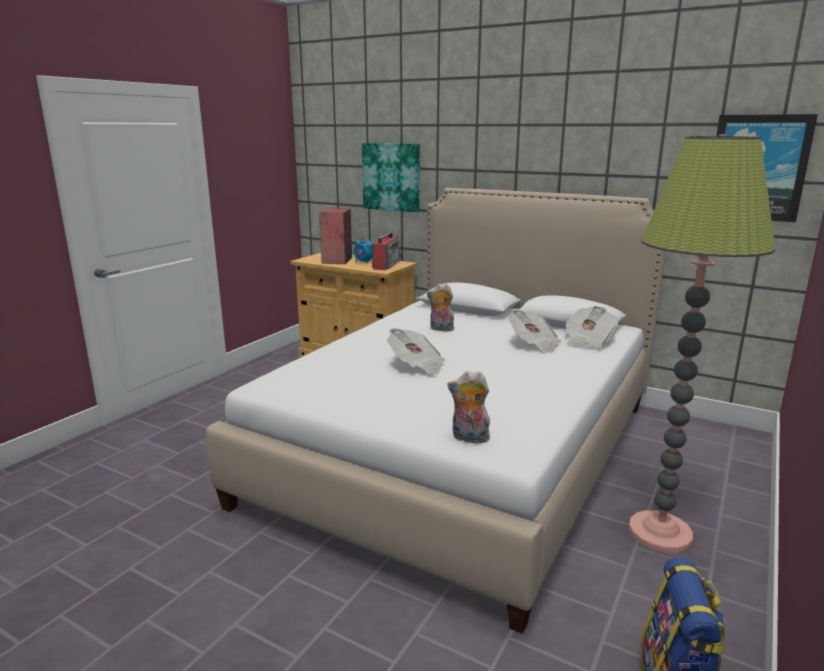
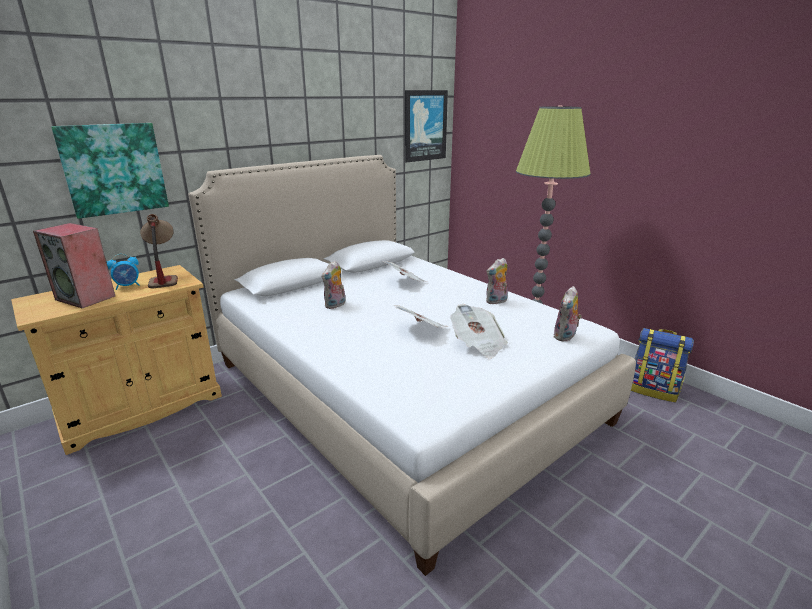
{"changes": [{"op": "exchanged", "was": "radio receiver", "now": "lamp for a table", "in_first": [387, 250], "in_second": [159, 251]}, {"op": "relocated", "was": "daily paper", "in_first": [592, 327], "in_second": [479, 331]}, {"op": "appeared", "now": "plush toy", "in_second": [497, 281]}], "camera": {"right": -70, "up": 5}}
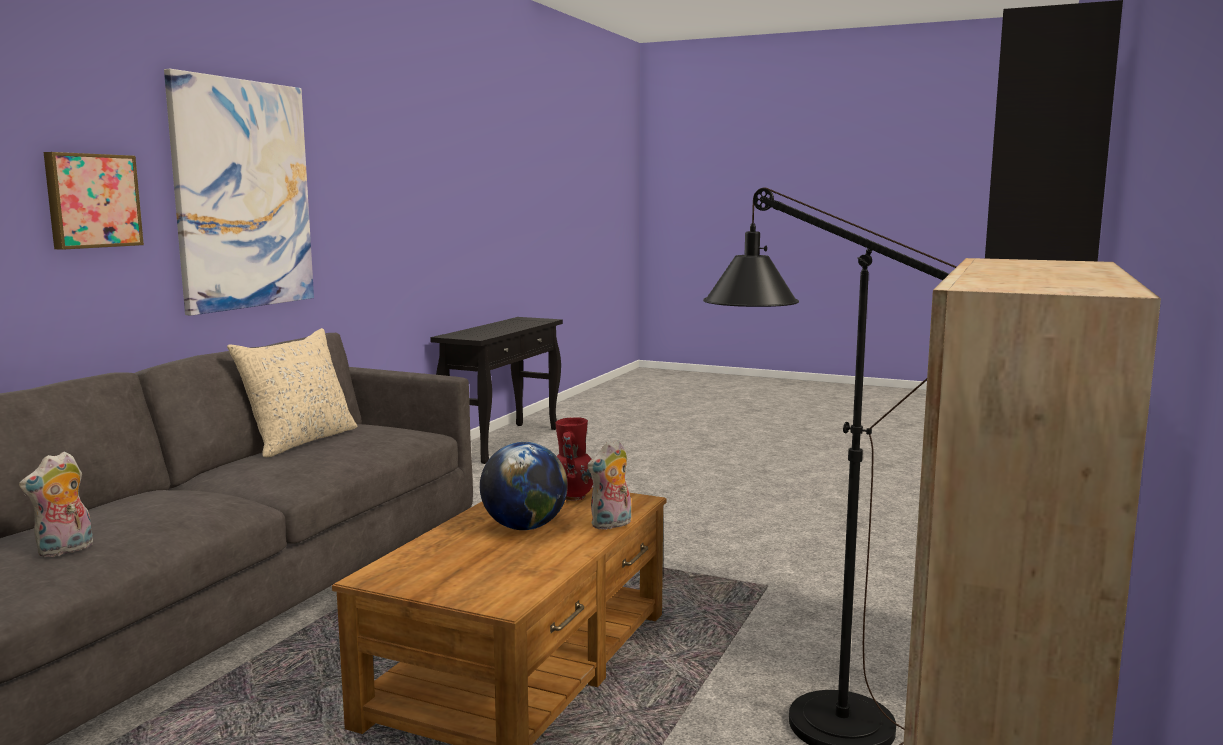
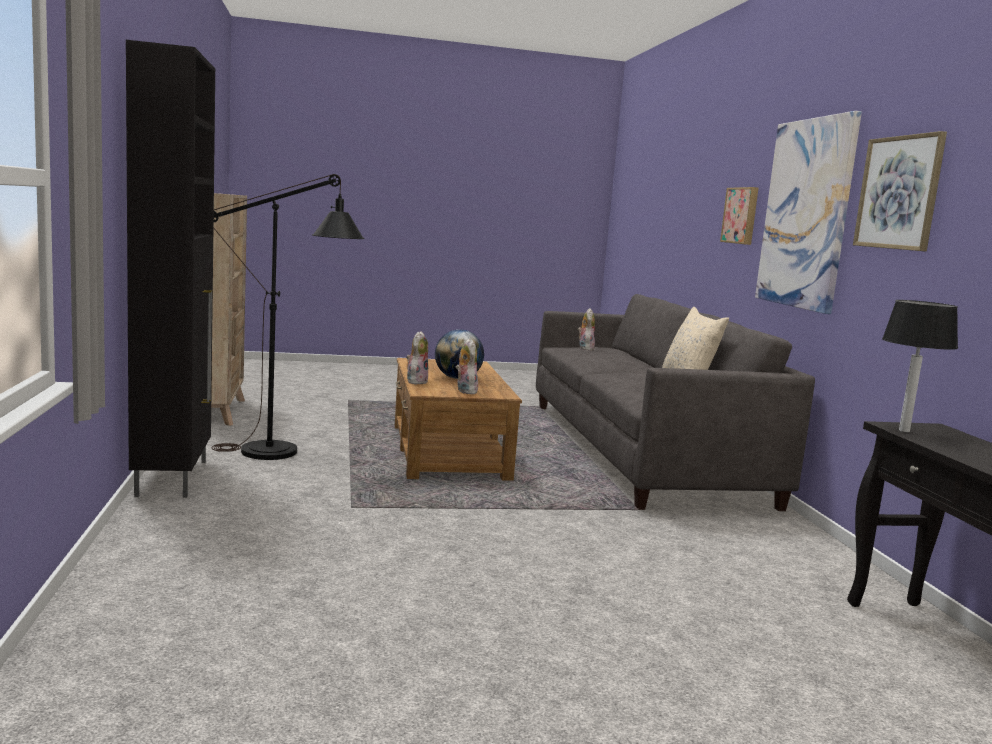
{"changes": [{"op": "exchanged", "was": "red vase", "now": "plush toy", "in_first": [574, 459], "in_second": [467, 366]}, {"op": "appeared", "now": "wall art", "in_second": [900, 191]}, {"op": "appeared", "now": "lamp for a table", "in_second": [920, 366]}], "camera": {"right": 145, "up": 0}}
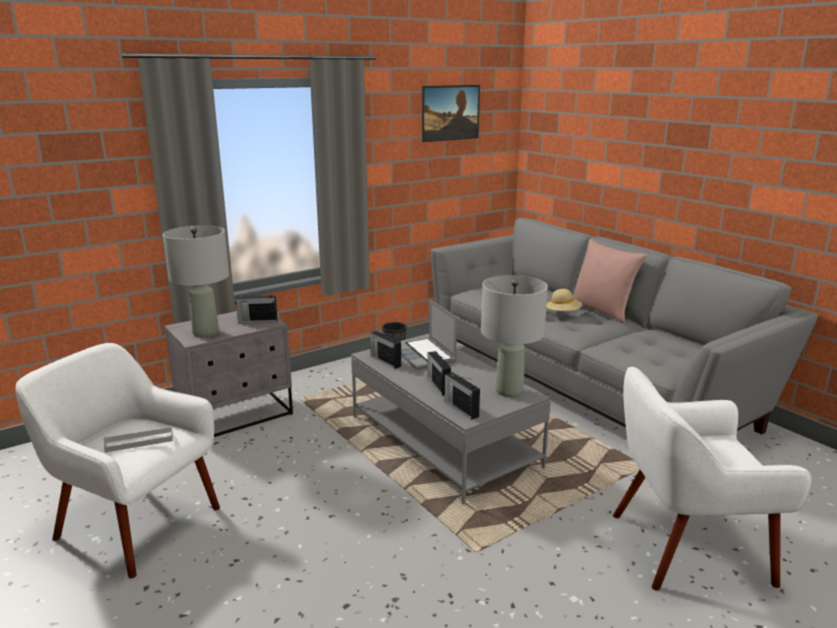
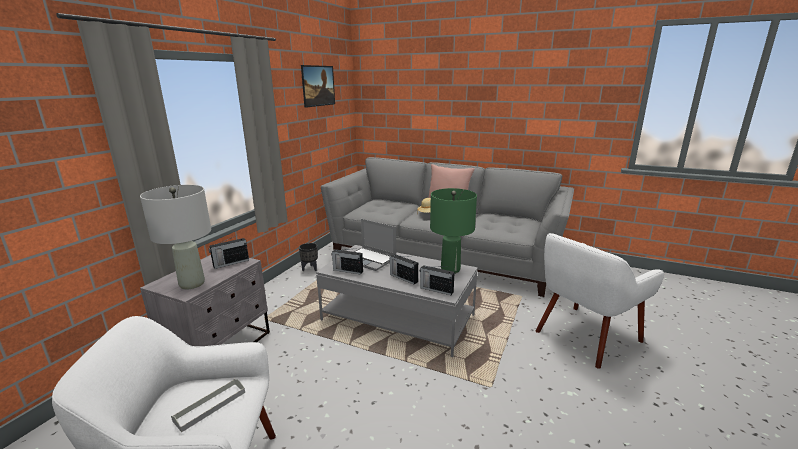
{"changes": [{"op": "colour", "was": "grey lamp for a table", "now": "greenish lamp for a table", "in_first": [514, 336], "in_second": [453, 231]}], "camera": {"right": -30, "up": 0}}
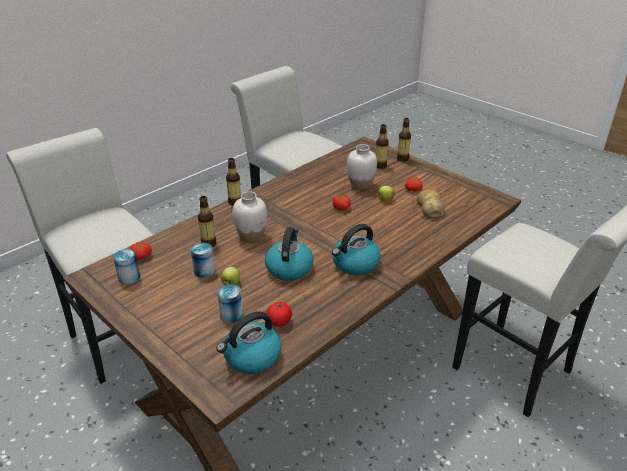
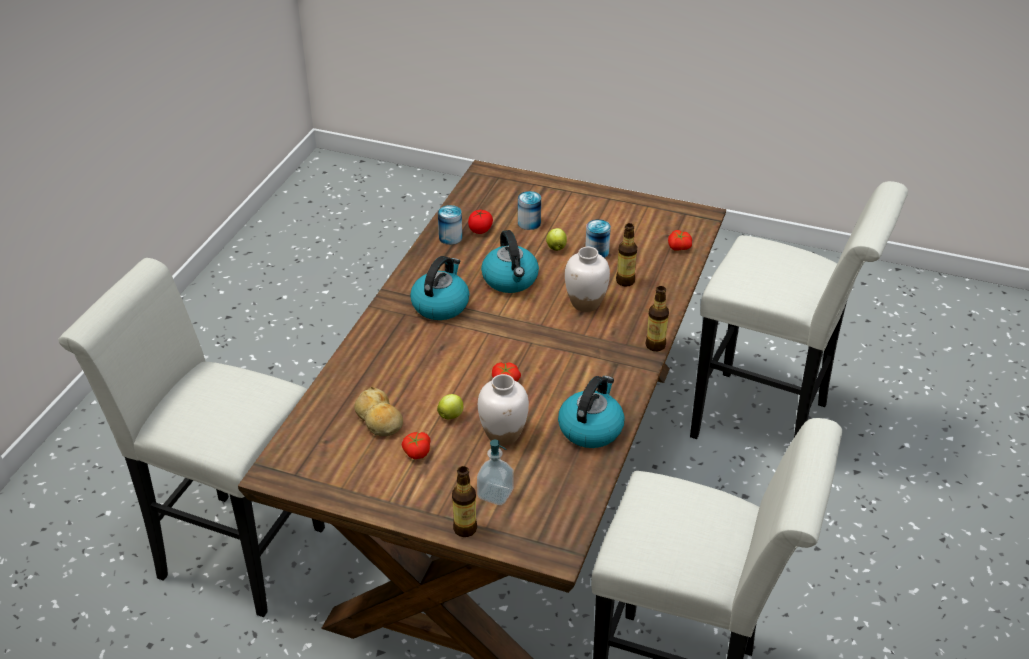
{"changes": [{"op": "exchanged", "was": "drink bottle", "now": "soap bottle", "in_first": [382, 146], "in_second": [495, 472]}, {"op": "relocated", "was": "can", "in_first": [126, 266], "in_second": [450, 225]}, {"op": "relocated", "was": "tea kettle", "in_first": [248, 342], "in_second": [591, 412]}], "camera": {"right": 155, "up": 5}}
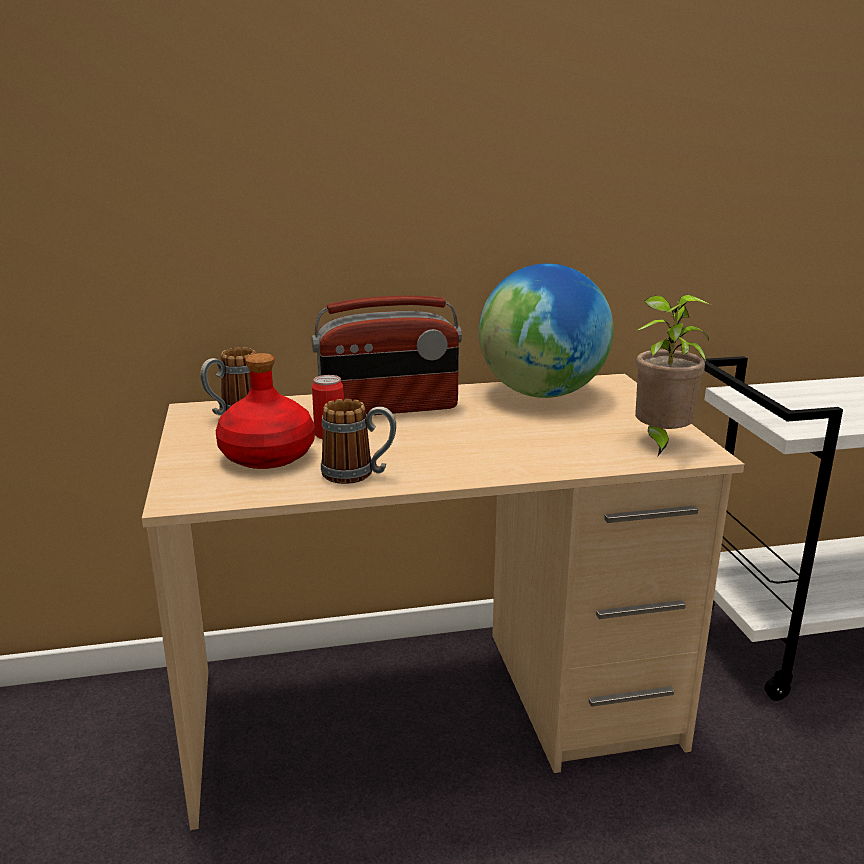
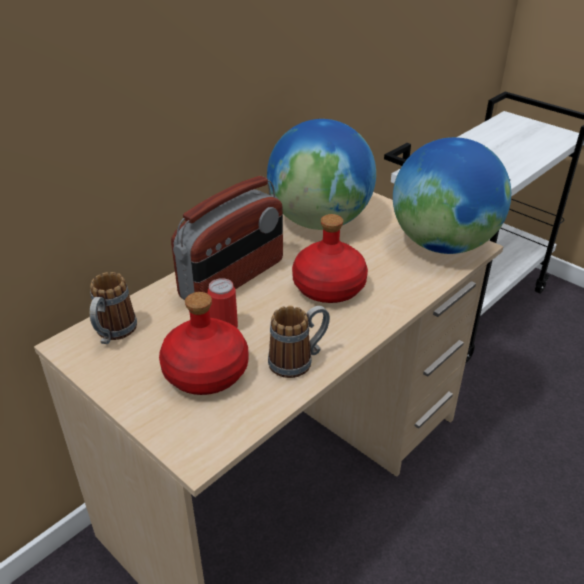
{"changes": [{"op": "exchanged", "was": "houseplant", "now": "desk globe", "in_first": [672, 375], "in_second": [452, 195]}, {"op": "appeared", "now": "red drink bottle", "in_second": [330, 258]}], "camera": {"right": -35, "up": 15}}
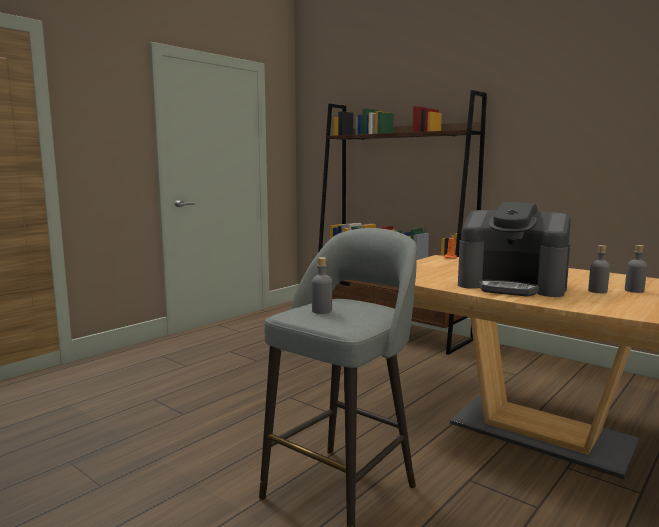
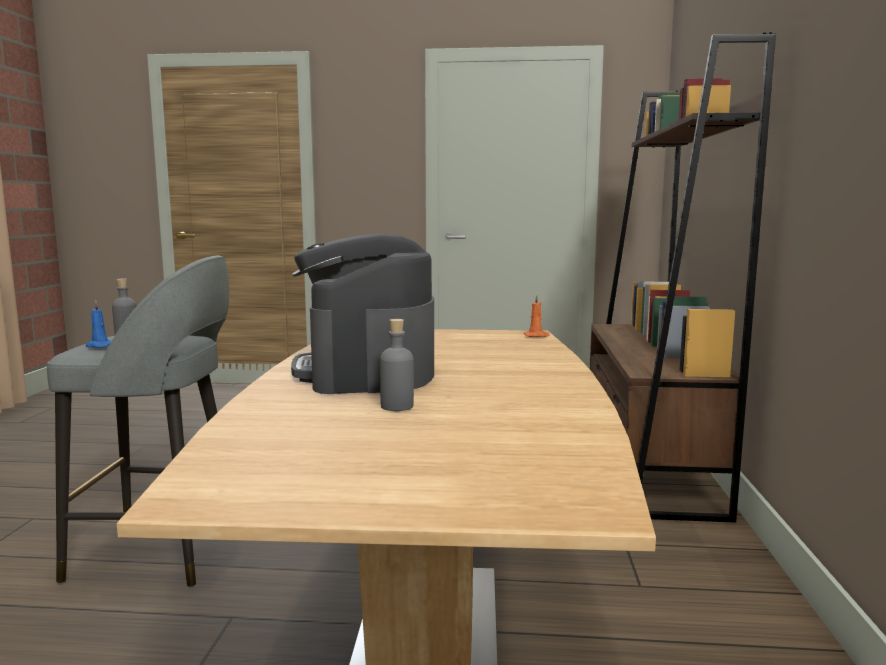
{"changes": [{"op": "missing", "was": "grey drink bottle", "in_first": [636, 269]}, {"op": "appeared", "now": "bluish candle", "in_second": [99, 323]}], "camera": {"right": 55, "up": 0}}
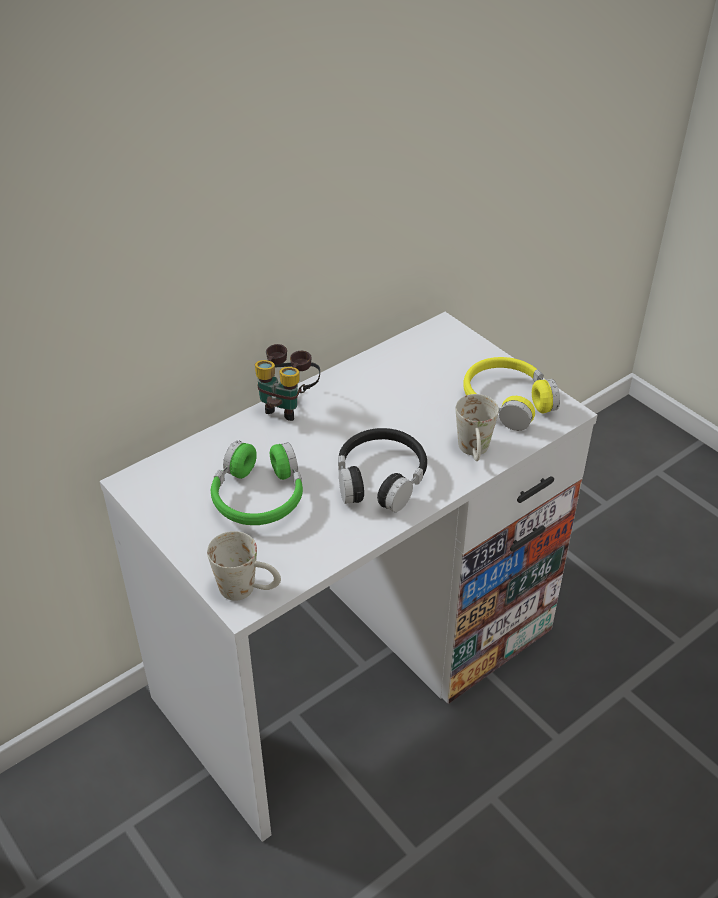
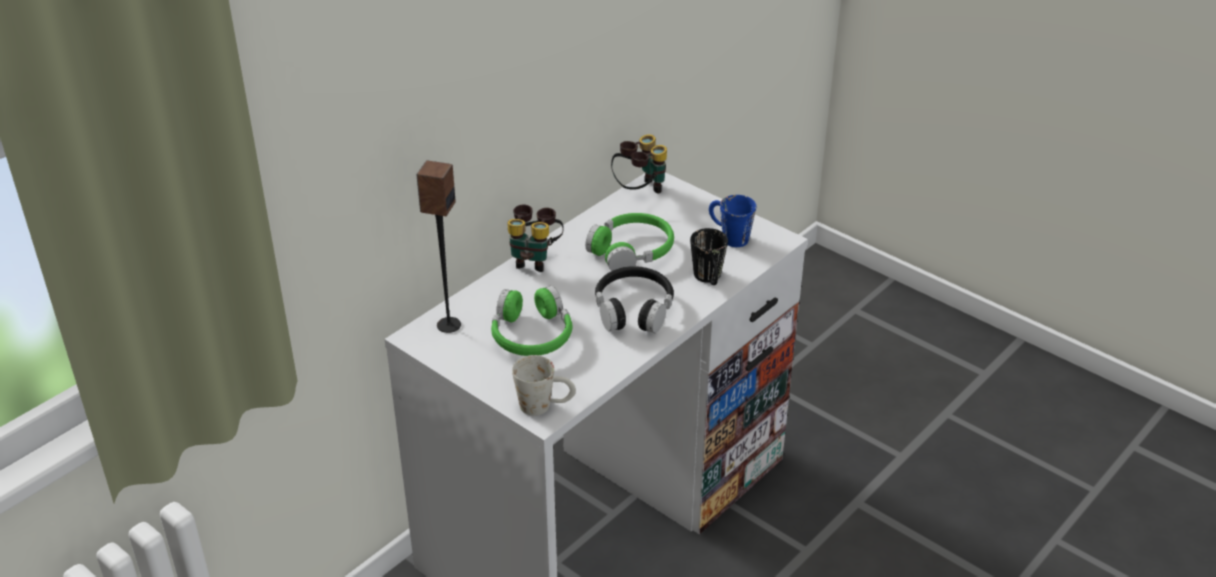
{"changes": [{"op": "exchanged", "was": "yellow headphones", "now": "bluish mug", "in_first": [511, 394], "in_second": [732, 221]}, {"op": "colour", "was": "whitish mug", "now": "blackish mug", "in_first": [477, 427], "in_second": [709, 256]}, {"op": "appeared", "now": "field glasses", "in_second": [639, 164]}, {"op": "appeared", "now": "audio speaker", "in_second": [438, 246]}, {"op": "appeared", "now": "greenish headphones", "in_second": [629, 242]}], "camera": {"right": -10, "up": -5}}
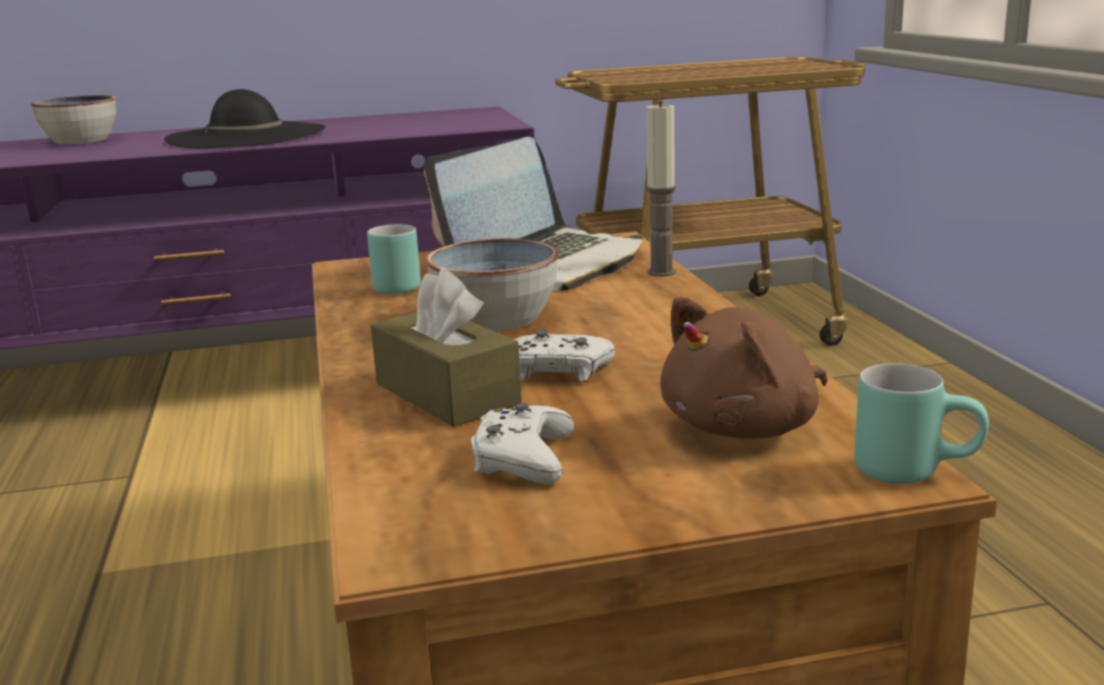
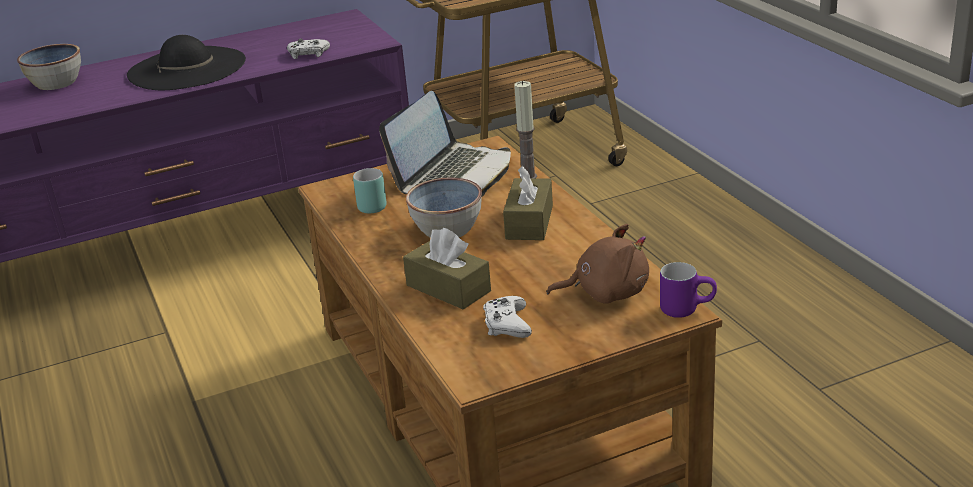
{"changes": [{"op": "spun", "was": "brown-coloured plush toy", "in_first": [744, 367], "in_second": [598, 264], "clockwise": -135}, {"op": "relocated", "was": "whitish gamepad", "in_first": [564, 355], "in_second": [308, 48]}, {"op": "colour", "was": "turquoise mug", "now": "purplish mug", "in_first": [921, 423], "in_second": [688, 290]}, {"op": "appeared", "now": "brown-coloured tissue holder", "in_second": [528, 203]}], "camera": {"right": -10, "up": 10}}
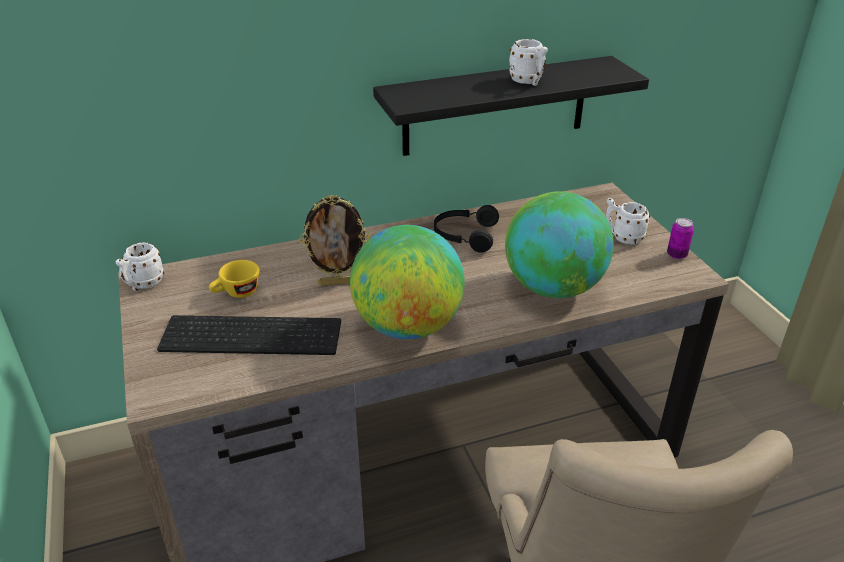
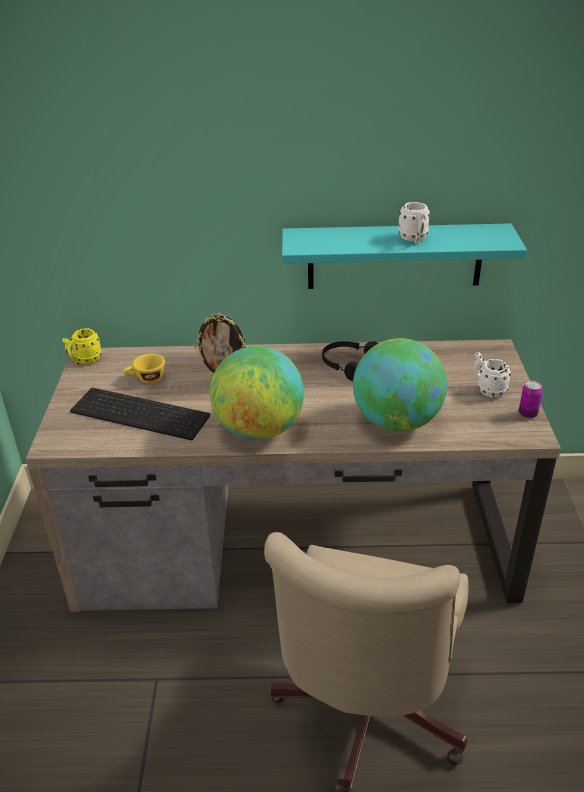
{"changes": [{"op": "colour", "was": "blackish wall shelf", "now": "turquoise wall shelf", "in_first": [511, 106], "in_second": [404, 256]}, {"op": "colour", "was": "whitish mug", "now": "yellow mug", "in_first": [140, 266], "in_second": [82, 346]}], "camera": {"right": 20, "up": 0}}
